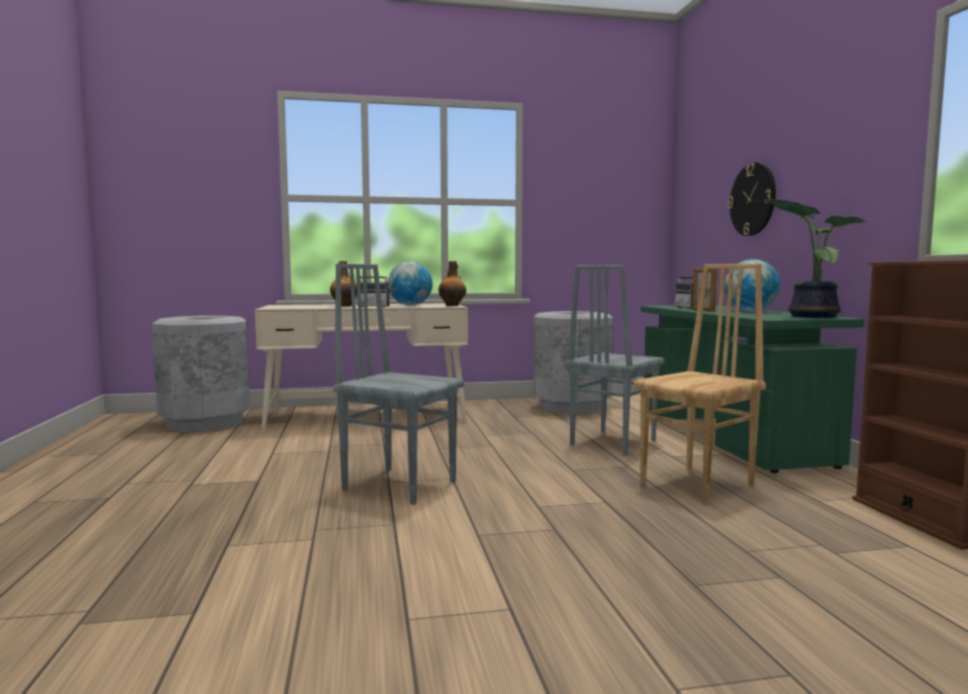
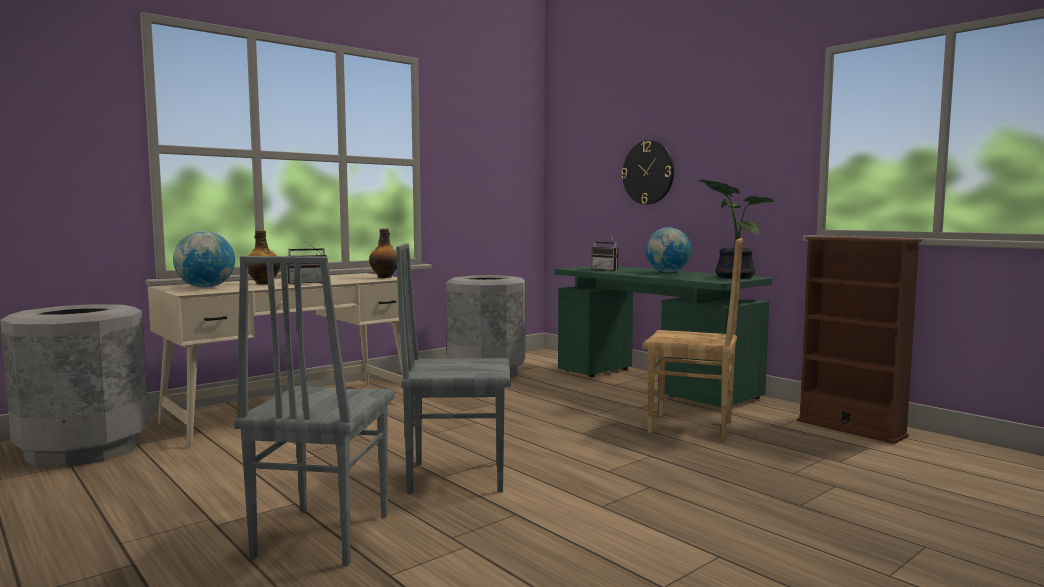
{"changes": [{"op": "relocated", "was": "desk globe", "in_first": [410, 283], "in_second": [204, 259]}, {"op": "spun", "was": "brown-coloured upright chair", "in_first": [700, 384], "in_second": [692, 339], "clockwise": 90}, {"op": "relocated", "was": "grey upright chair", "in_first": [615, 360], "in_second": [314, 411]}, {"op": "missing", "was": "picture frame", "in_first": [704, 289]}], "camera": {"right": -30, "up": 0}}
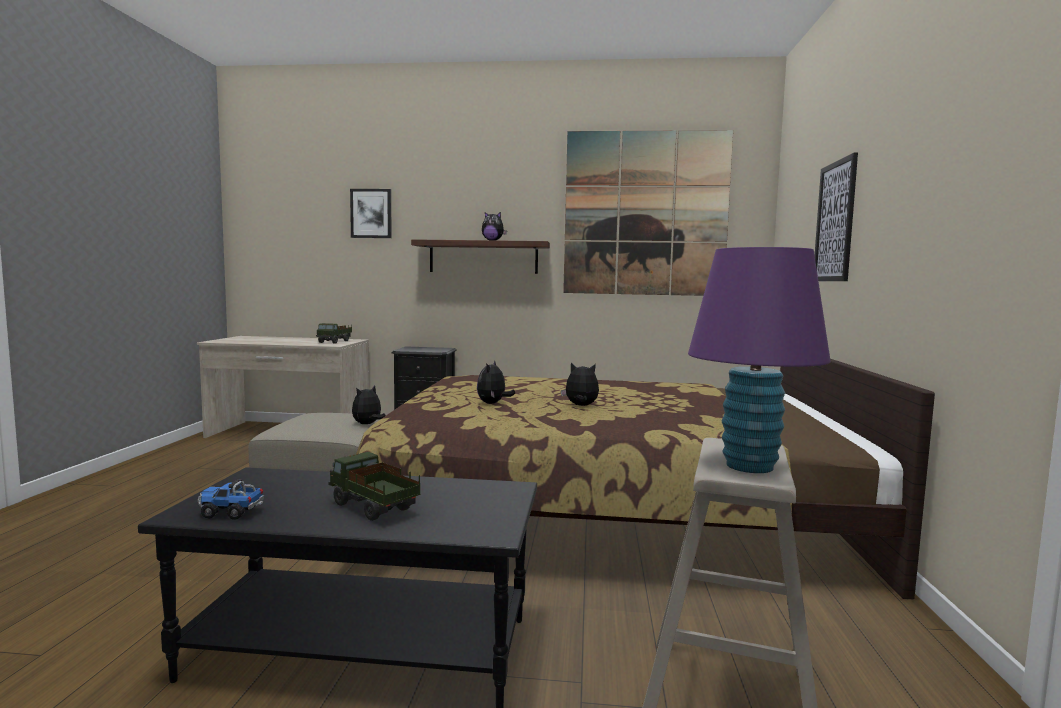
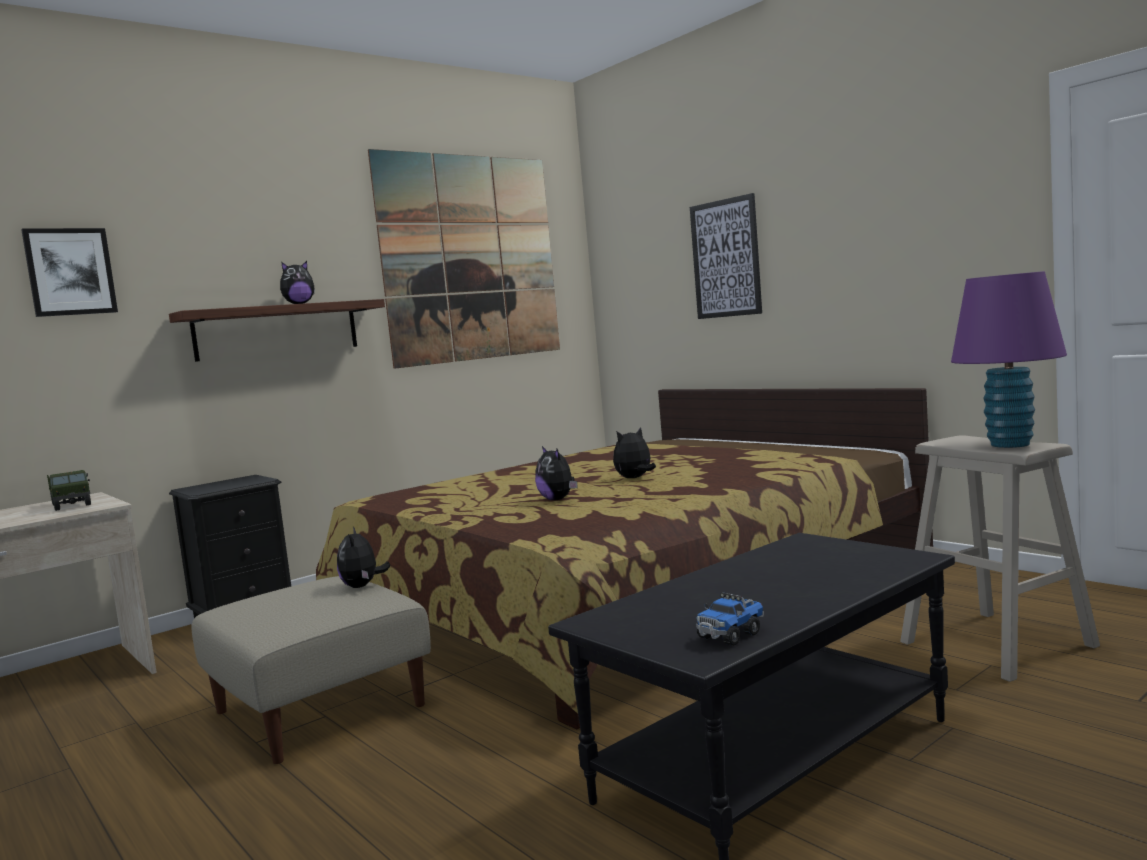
{"changes": [{"op": "missing", "was": "toy truck", "in_first": [374, 486]}], "camera": {"right": -45, "up": 0}}
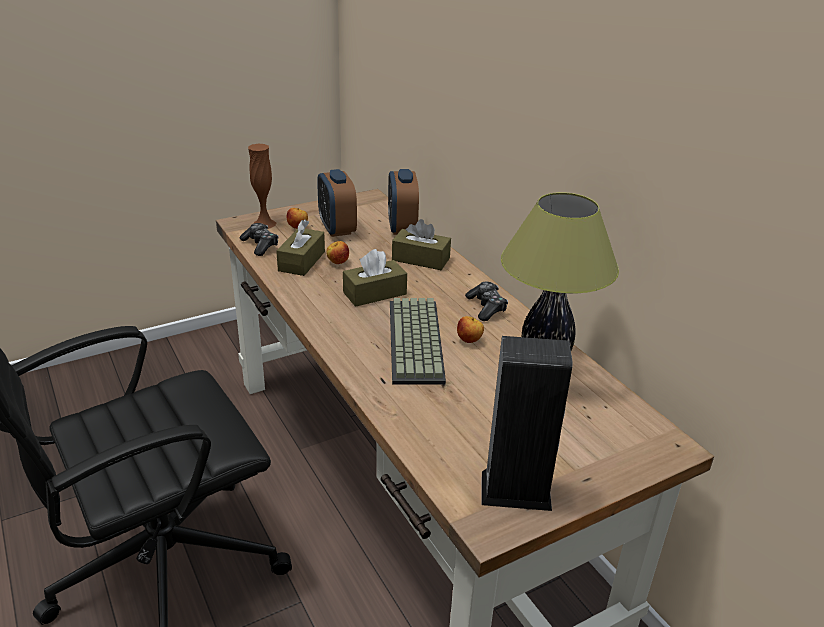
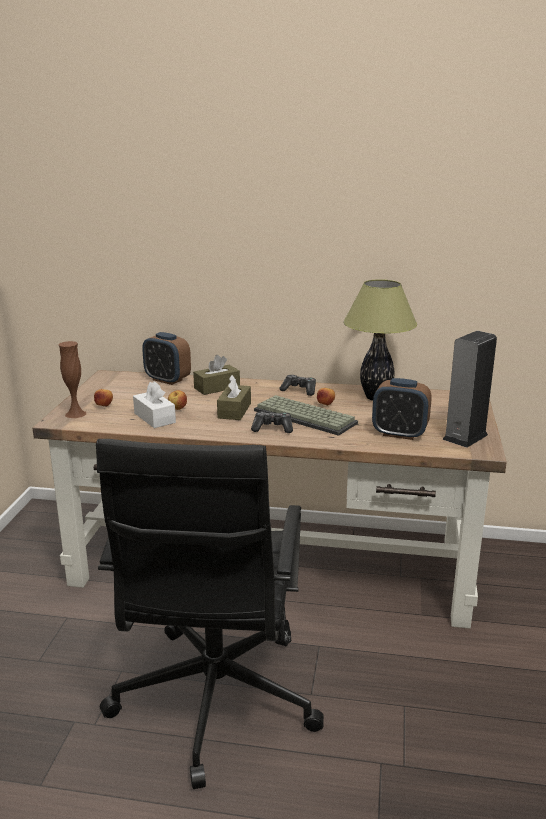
{"changes": [{"op": "relocated", "was": "alarm clock", "in_first": [337, 203], "in_second": [402, 409]}, {"op": "colour", "was": "brown-coloured tissue holder", "now": "whitish tissue holder", "in_first": [300, 248], "in_second": [154, 404]}, {"op": "relocated", "was": "gamepad", "in_first": [259, 239], "in_second": [272, 422]}], "camera": {"right": -50, "up": -10}}
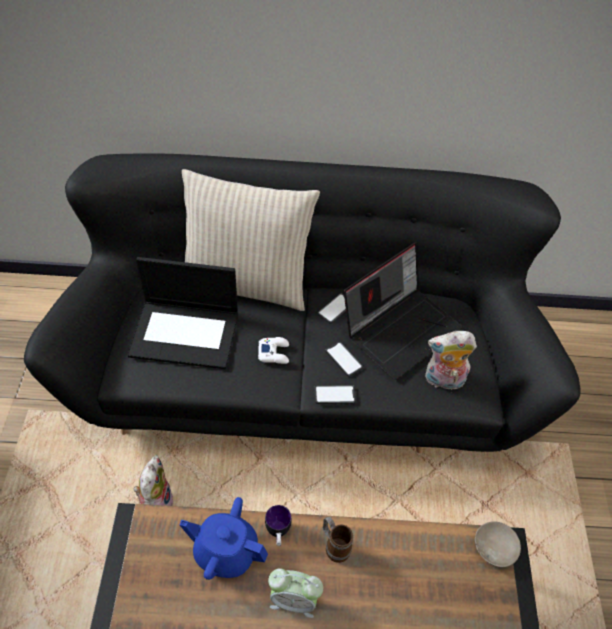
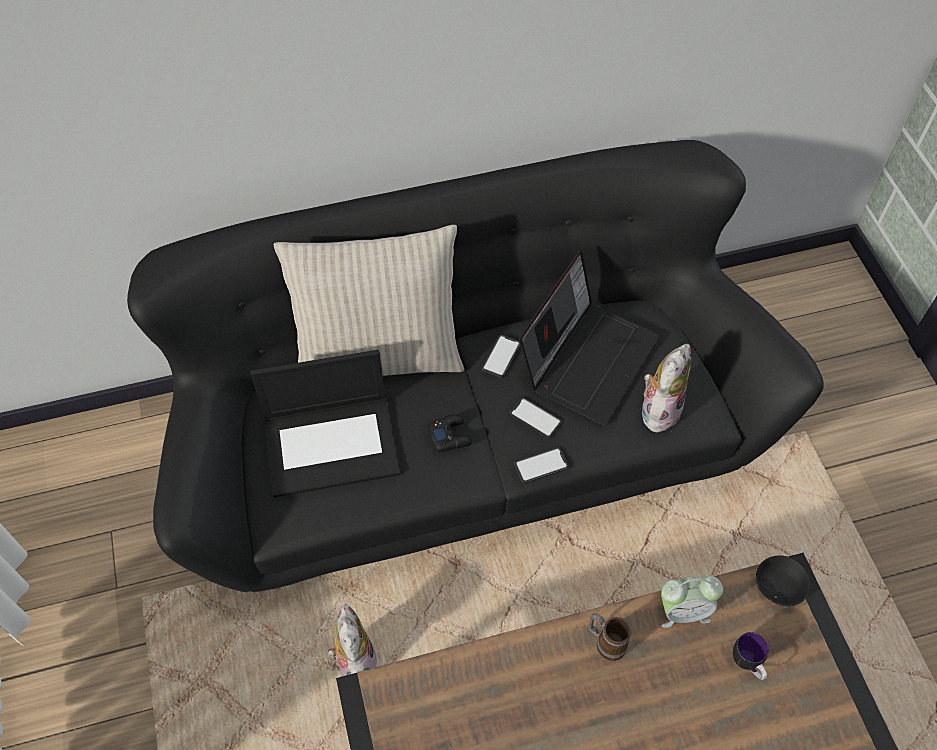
{"changes": [{"op": "spun", "was": "plush toy", "in_first": [451, 360], "in_second": [667, 389], "clockwise": 135}, {"op": "colour", "was": "whitish gamepad", "now": "blackish gamepad", "in_first": [273, 350], "in_second": [449, 433]}, {"op": "missing", "was": "bluish teapot", "in_first": [224, 538]}, {"op": "relocated", "was": "mug", "in_first": [278, 525], "in_second": [751, 656]}, {"op": "colour", "was": "beige bowl", "now": "blackish bowl", "in_first": [498, 544], "in_second": [783, 580]}, {"op": "relocated", "was": "alarm clock", "in_first": [295, 593], "in_second": [692, 602]}], "camera": {"right": -15, "up": 5}}
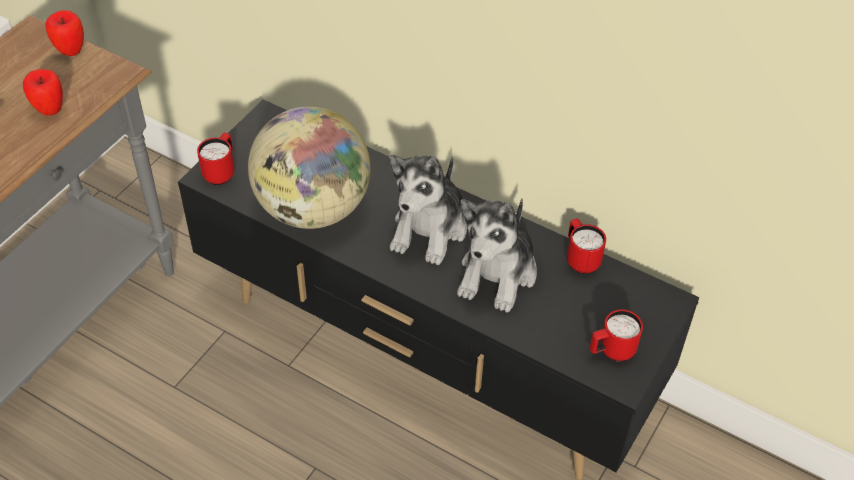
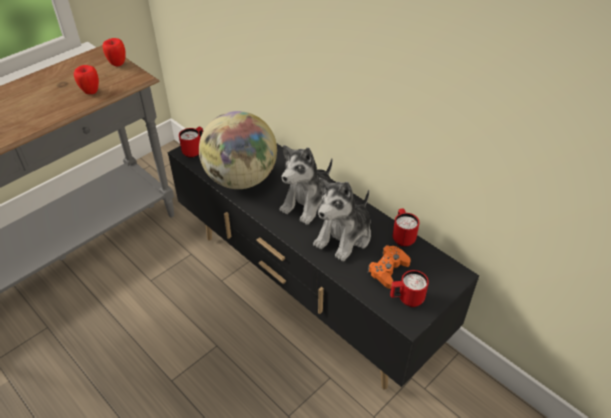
{"changes": [{"op": "appeared", "now": "orange-coloured gamepad", "in_second": [389, 267]}], "camera": {"right": 15, "up": -5}}
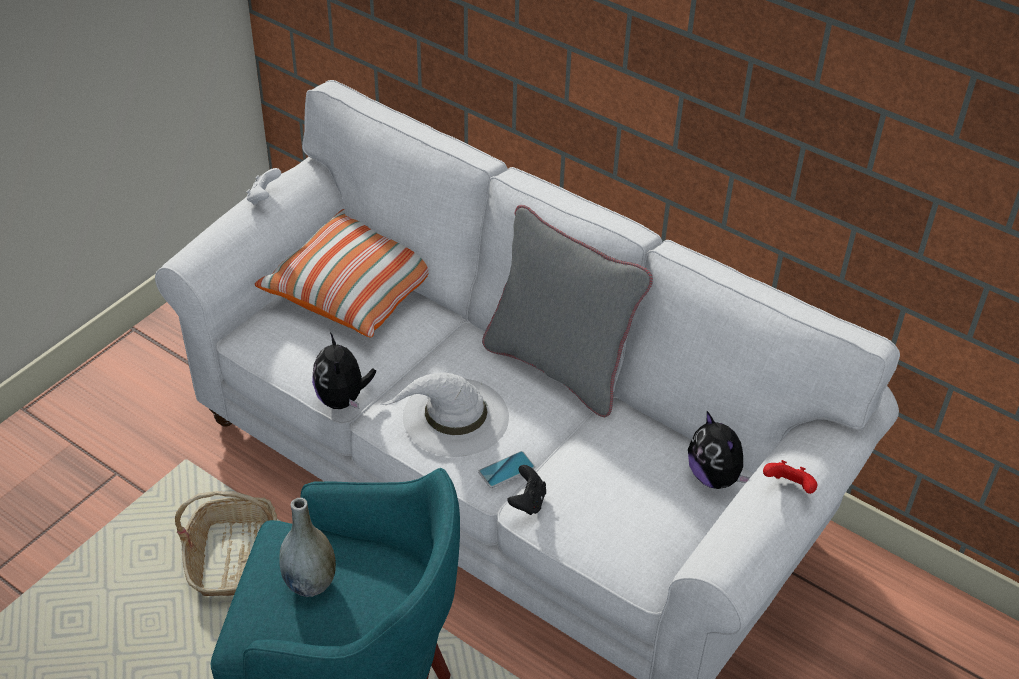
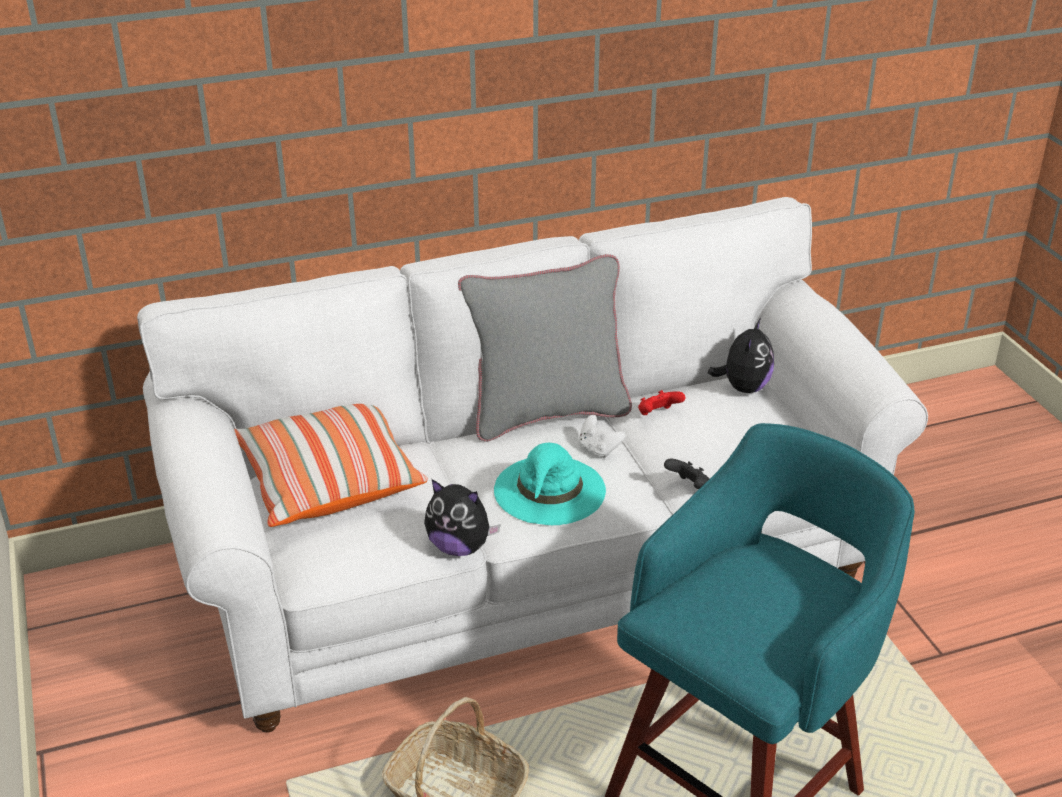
{"changes": [{"op": "relocated", "was": "whitish gamepad", "in_first": [263, 186], "in_second": [602, 436]}, {"op": "colour", "was": "whitish hat", "now": "turquoise hat", "in_first": [445, 415], "in_second": [550, 484]}, {"op": "spun", "was": "plush toy", "in_first": [719, 450], "in_second": [741, 355], "clockwise": -75}, {"op": "missing", "was": "phone", "in_first": [506, 469]}, {"op": "relocated", "was": "red gamepad", "in_first": [790, 477], "in_second": [661, 402]}, {"op": "missing", "was": "grey vase", "in_first": [307, 547]}], "camera": {"right": -55, "up": -10}}
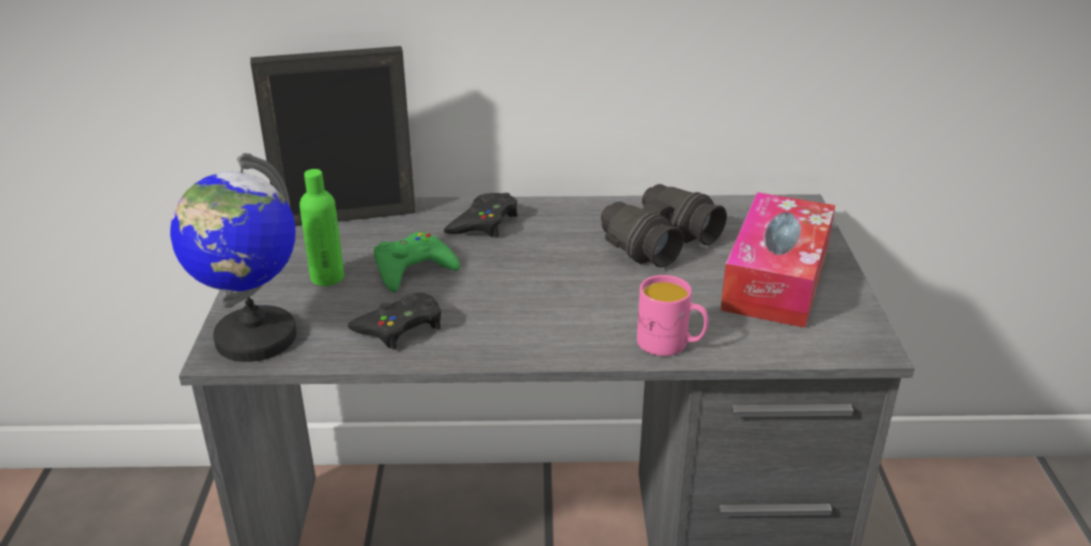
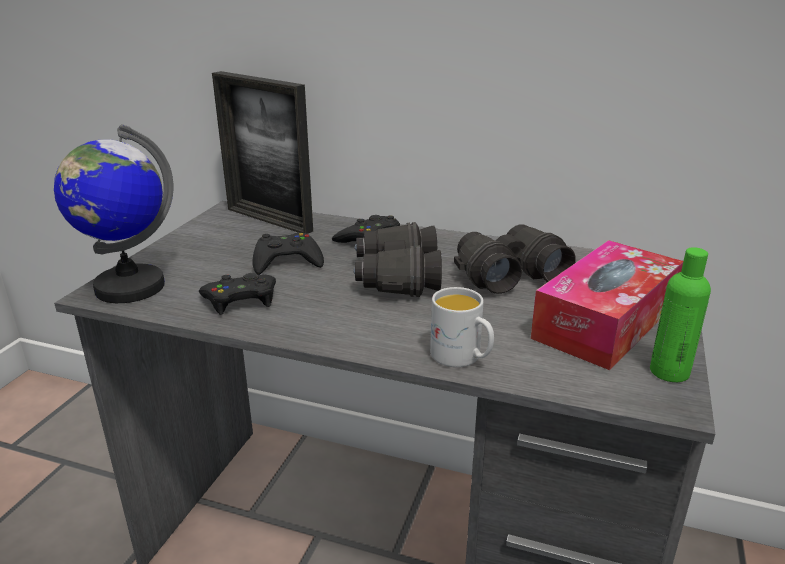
{"changes": [{"op": "spun", "was": "picture frame", "in_first": [333, 136], "in_second": [262, 152], "clockwise": -150}, {"op": "relocated", "was": "greenish drink bottle", "in_first": [322, 227], "in_second": [680, 314]}, {"op": "colour", "was": "greenish gamepad", "now": "blackish gamepad", "in_first": [417, 262], "in_second": [288, 254]}, {"op": "colour", "was": "pink mug", "now": "whitish mug", "in_first": [673, 315], "in_second": [462, 327]}, {"op": "appeared", "now": "blackish field glasses", "in_second": [397, 259]}], "camera": {"right": 20, "up": -5}}
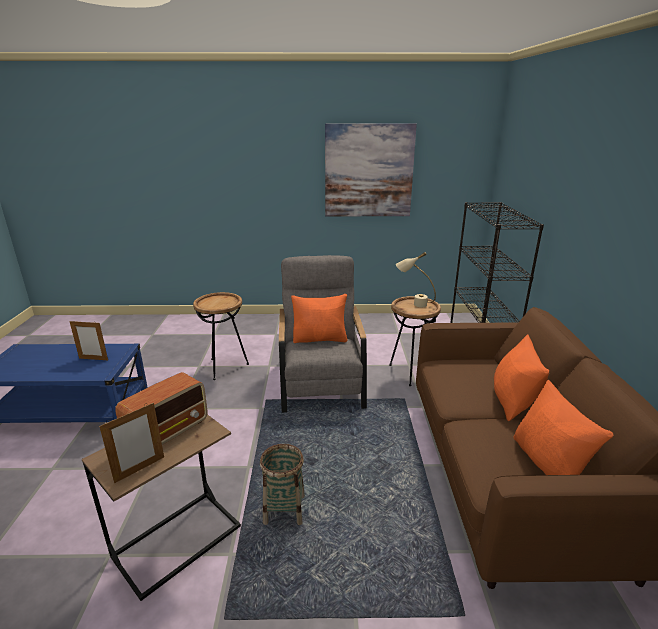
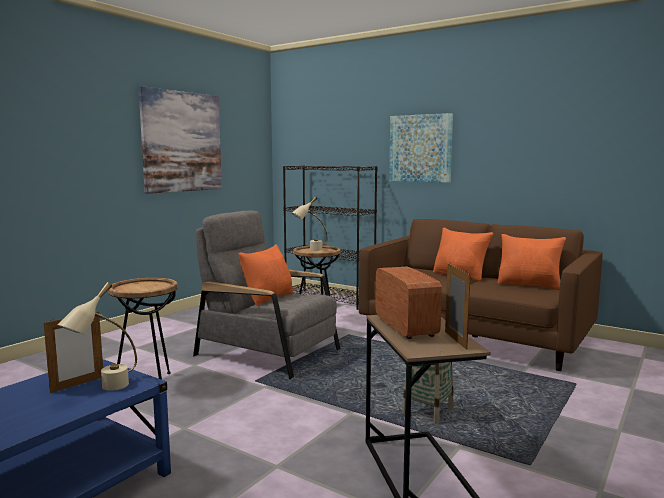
{"changes": [{"op": "appeared", "now": "wall art", "in_second": [421, 148]}, {"op": "appeared", "now": "beige lamp for a table", "in_second": [97, 336]}], "camera": {"right": -55, "up": -15}}
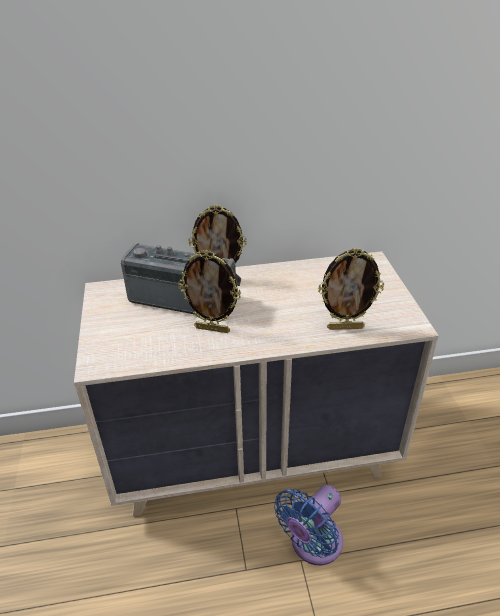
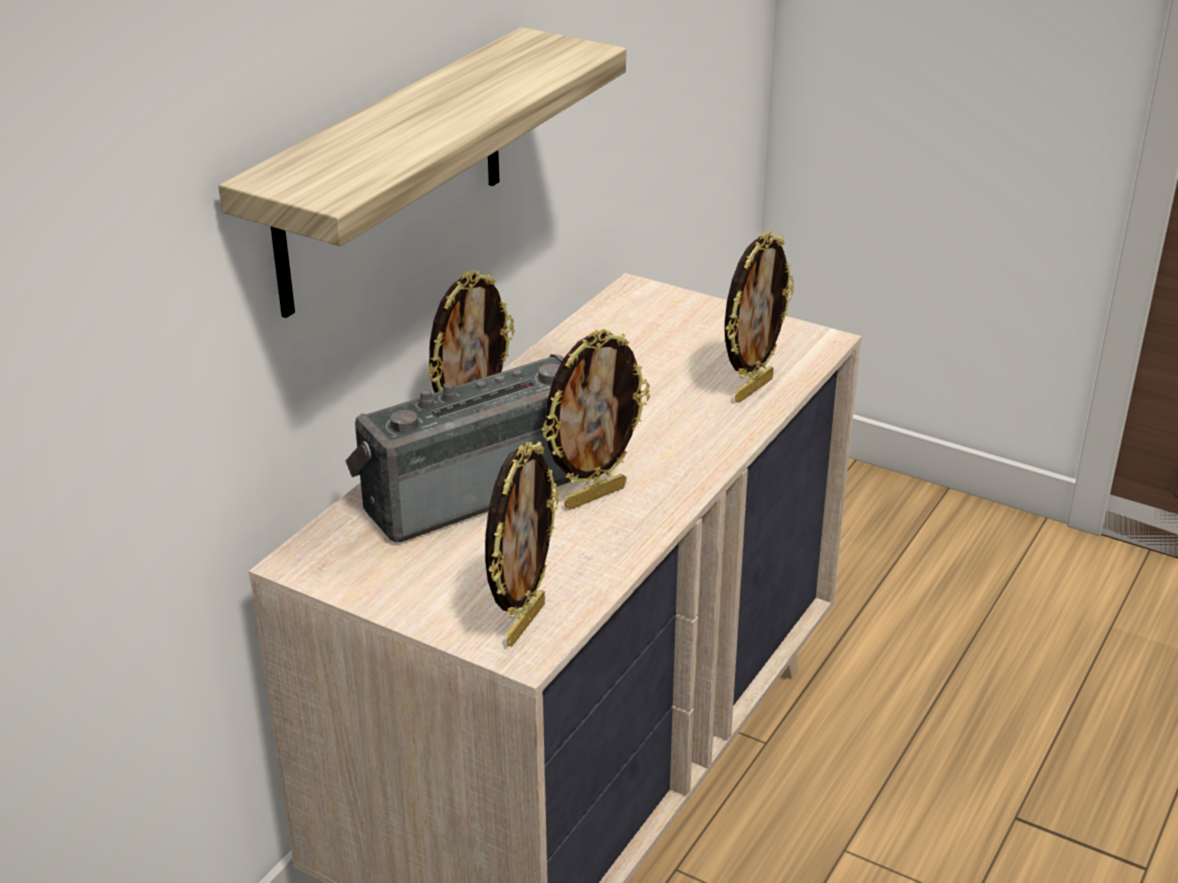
{"changes": [{"op": "missing", "was": "bluish fan", "in_first": [308, 525]}, {"op": "appeared", "now": "wall shelf", "in_second": [422, 172]}, {"op": "appeared", "now": "picture frame", "in_second": [522, 544]}], "camera": {"right": -50, "up": -5}}
